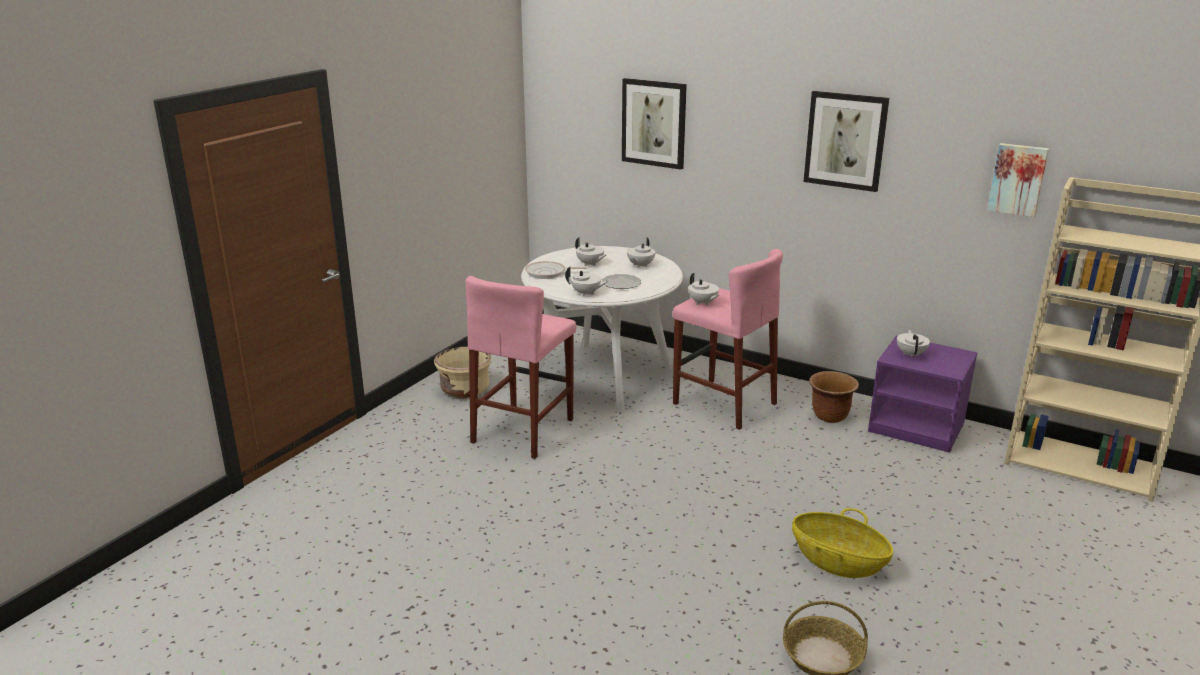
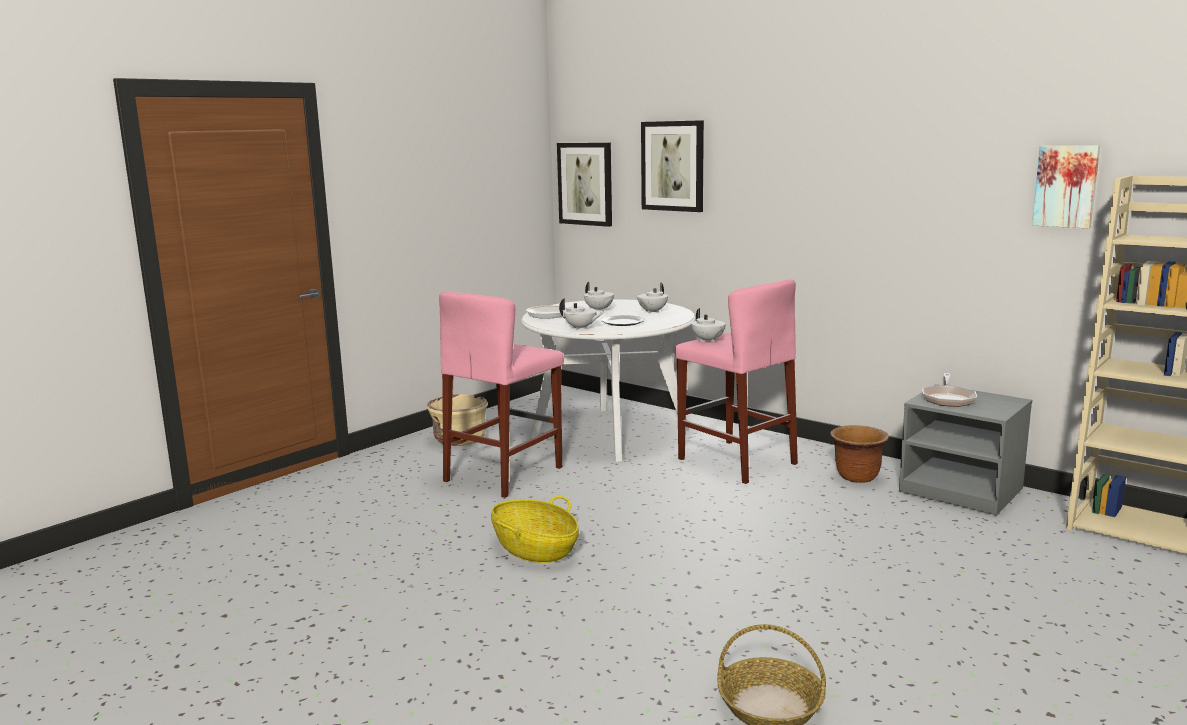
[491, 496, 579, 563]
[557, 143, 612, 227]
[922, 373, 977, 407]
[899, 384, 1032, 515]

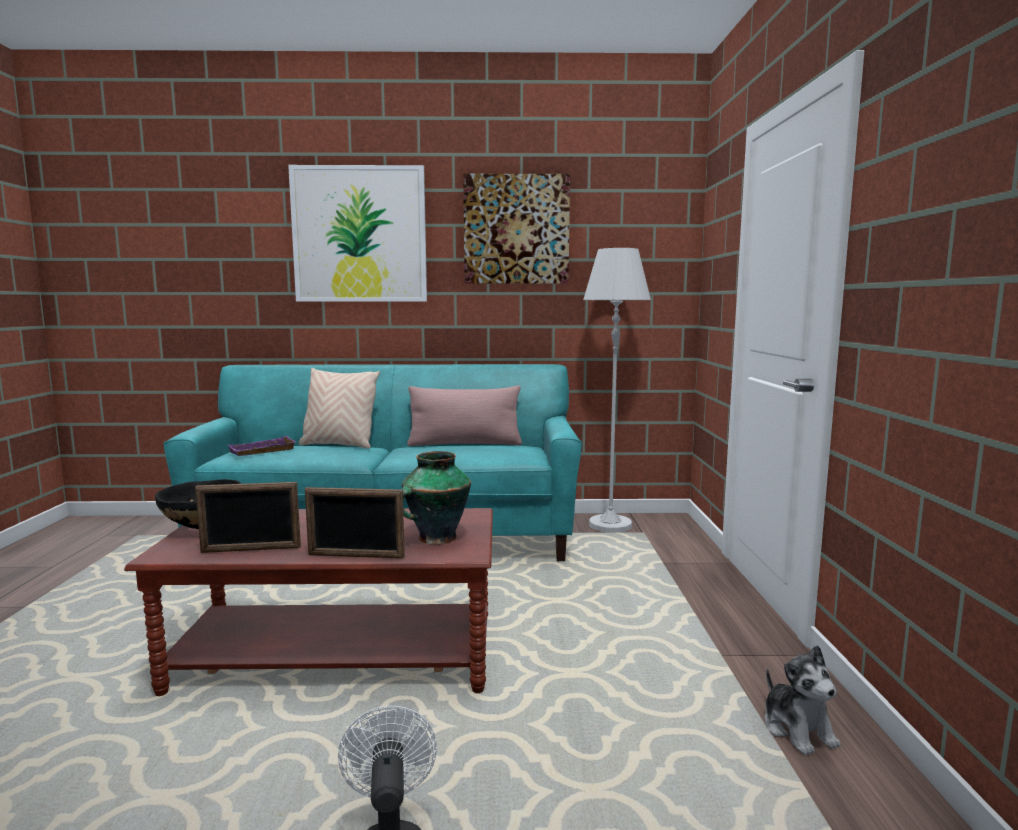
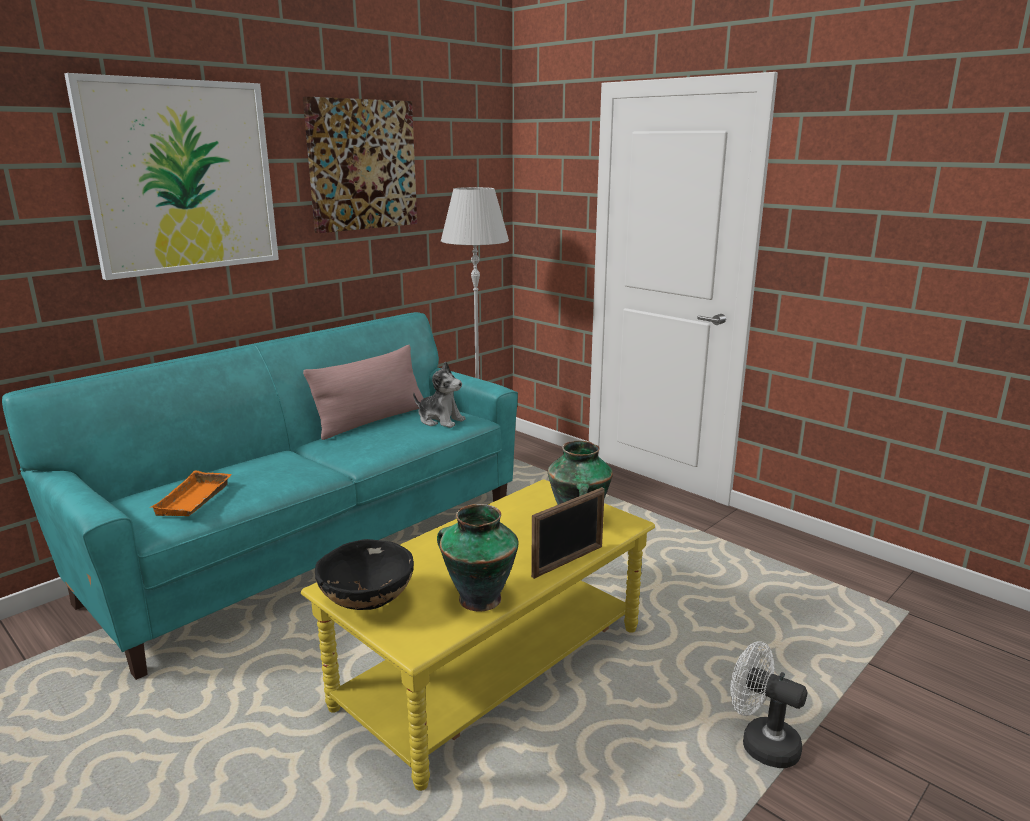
[299, 368, 380, 449] (first image)
[413, 362, 466, 428]
[437, 504, 519, 612]
[301, 479, 655, 791]
[150, 471, 232, 516]

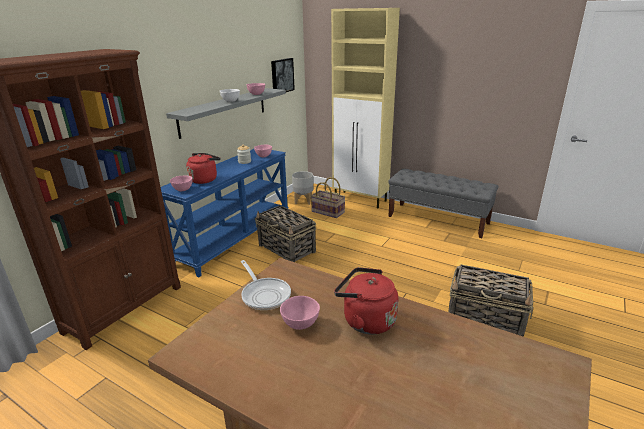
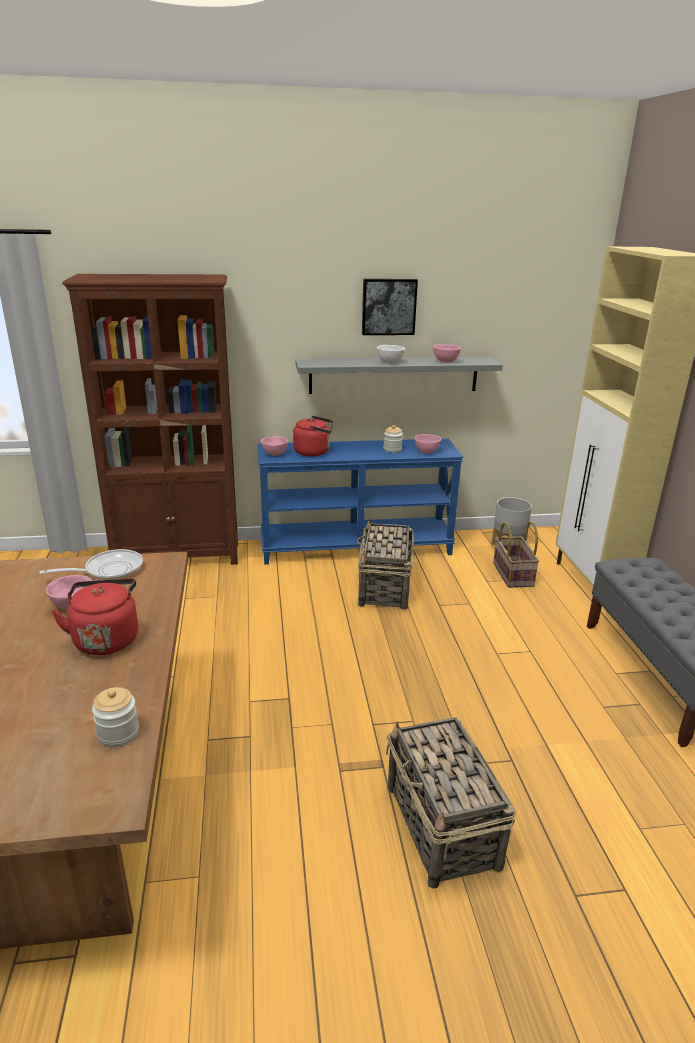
[92, 687, 139, 747]
[362, 279, 418, 335]
[39, 549, 143, 580]

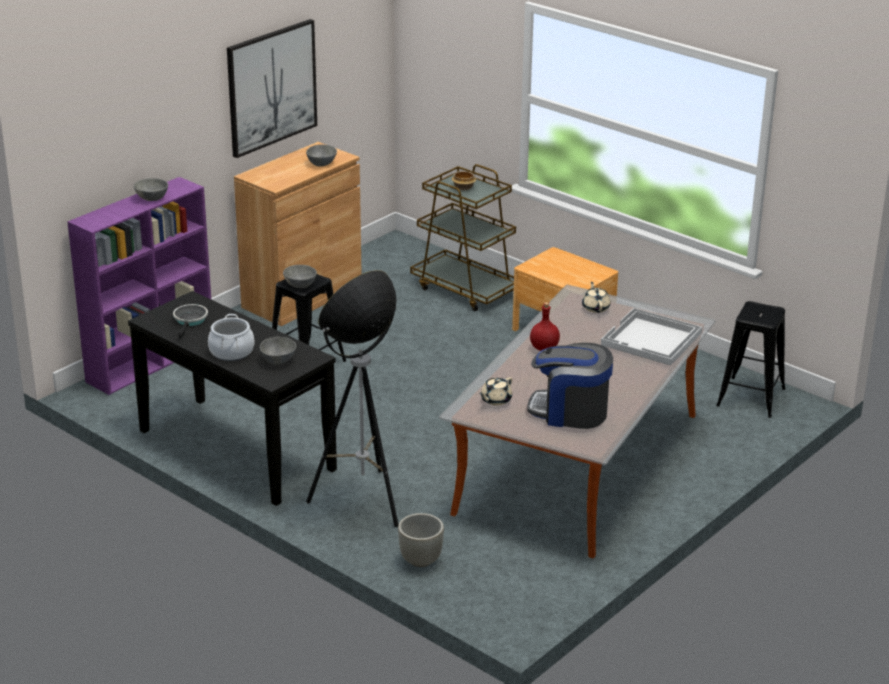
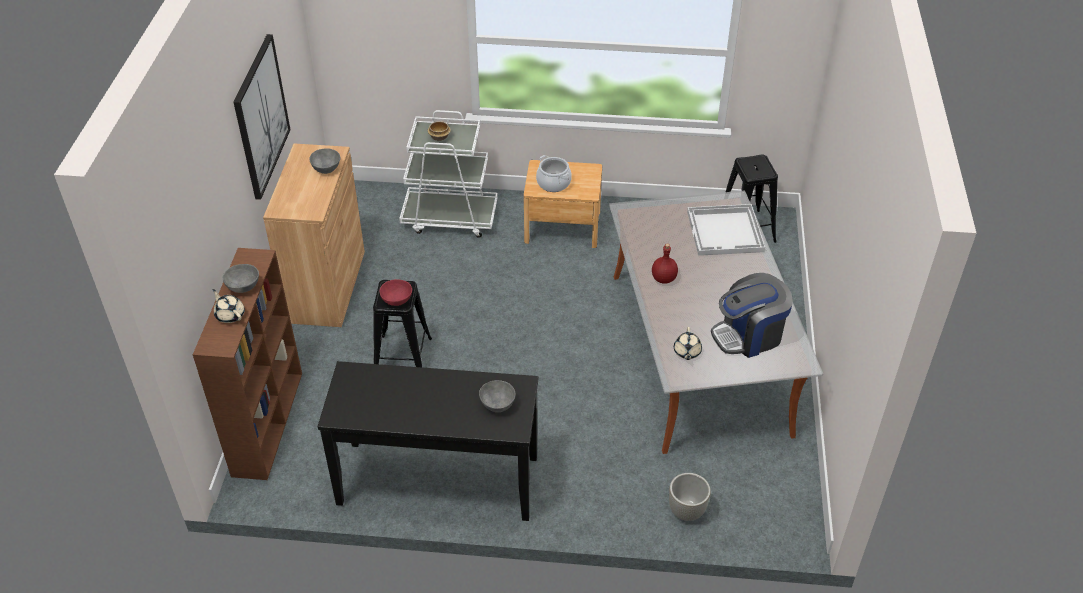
[173, 304, 208, 339] (first image)
[306, 270, 398, 527] (first image)
[536, 155, 572, 192]
[213, 289, 245, 323]
[193, 248, 302, 480]
[380, 279, 412, 306]
[399, 110, 498, 238]

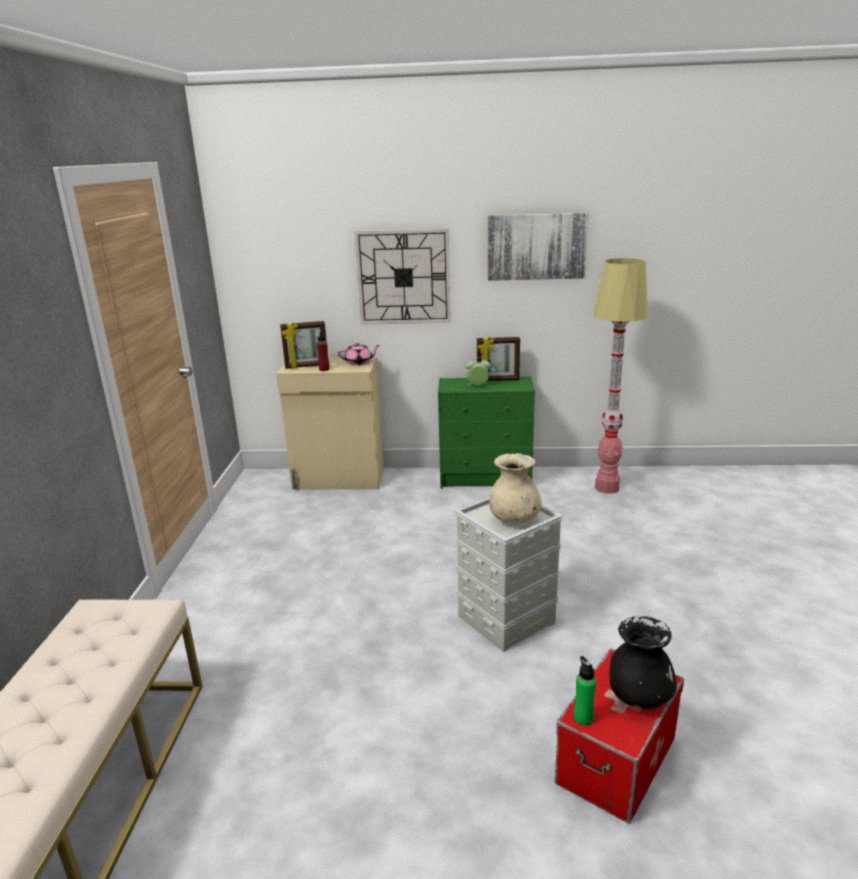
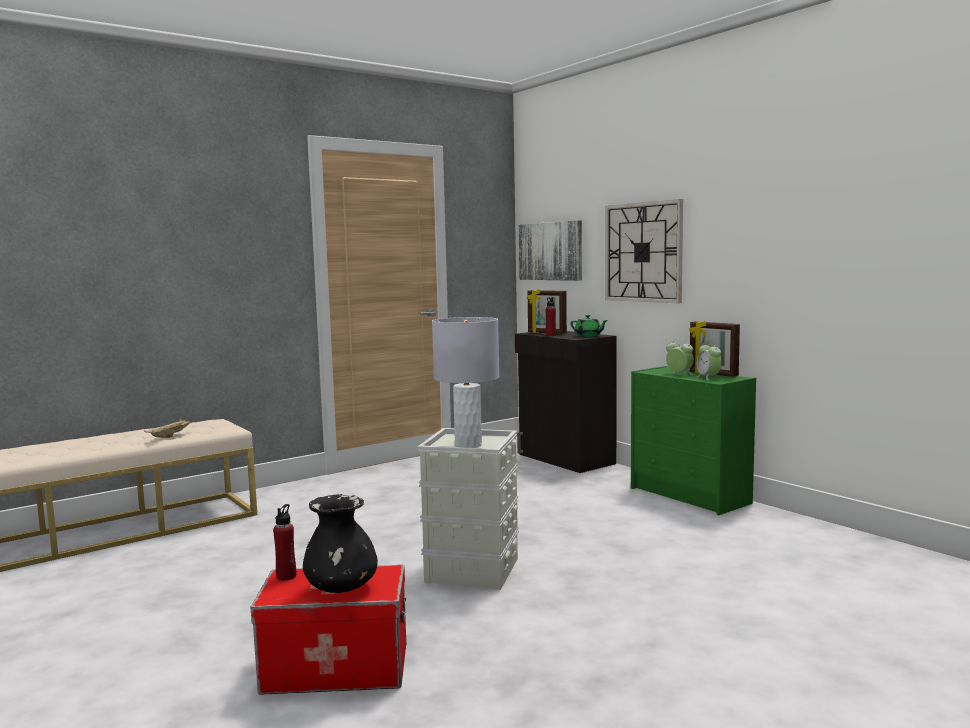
[593, 258, 648, 494] (first image)
[144, 419, 195, 438]
[697, 341, 721, 381]
[519, 220, 582, 281]
[432, 317, 499, 448]
[515, 331, 617, 473]
[570, 315, 608, 337]
[273, 504, 296, 581]

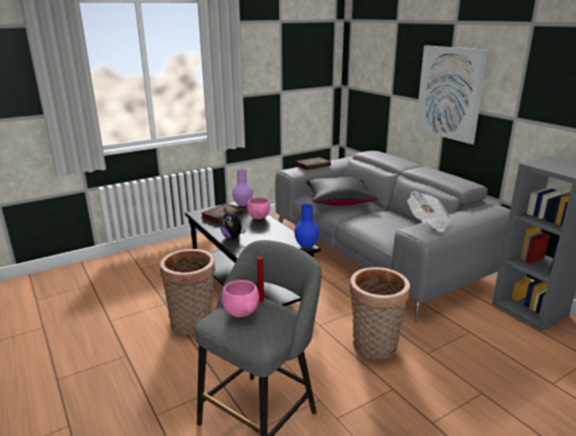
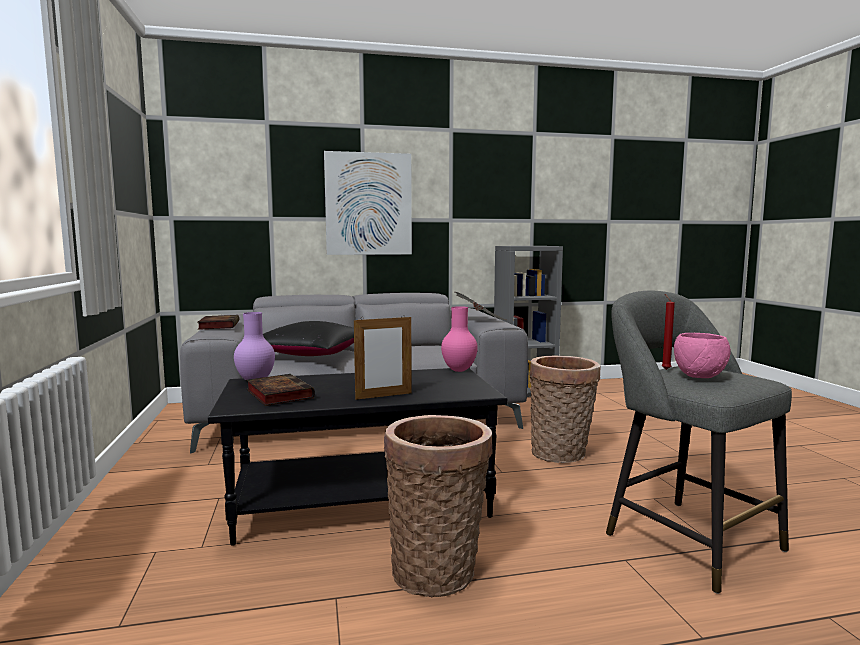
[247, 197, 270, 219] (first image)
[354, 315, 412, 400]
[441, 306, 478, 372]

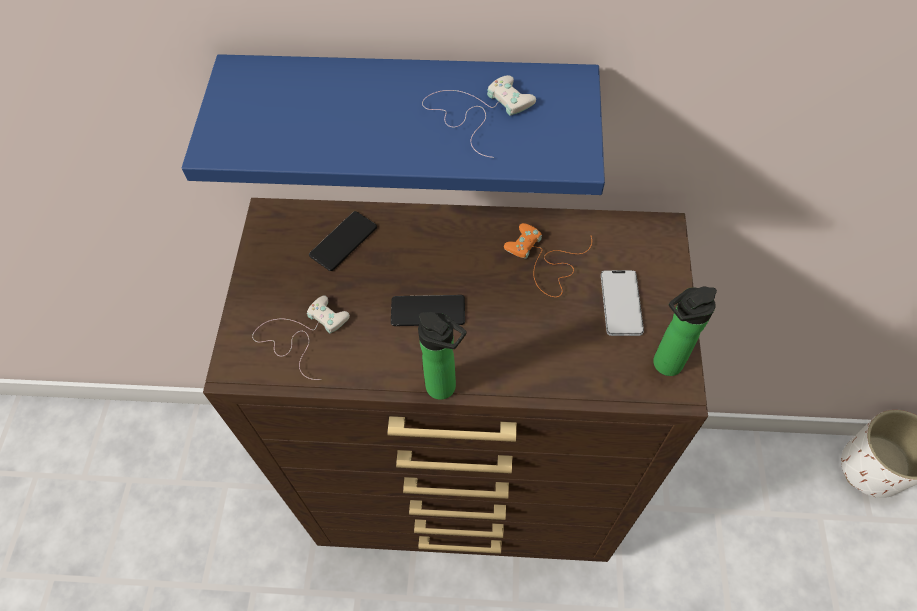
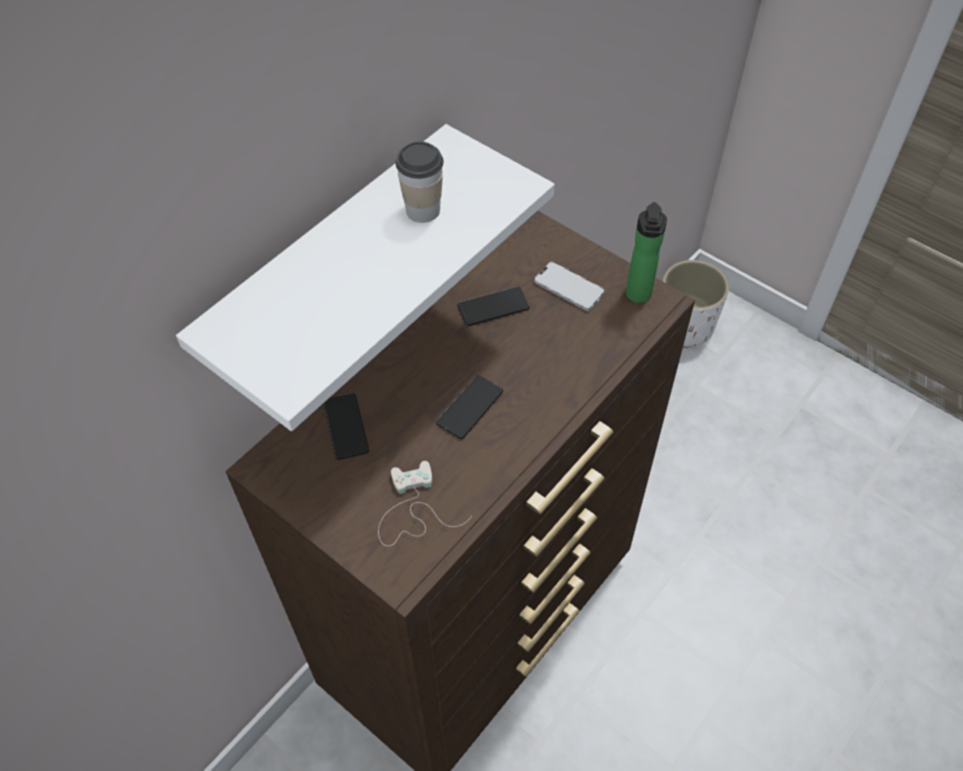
[418, 312, 467, 400] (first image)
[395, 141, 444, 223]
[457, 286, 530, 326]
[176, 124, 554, 431]

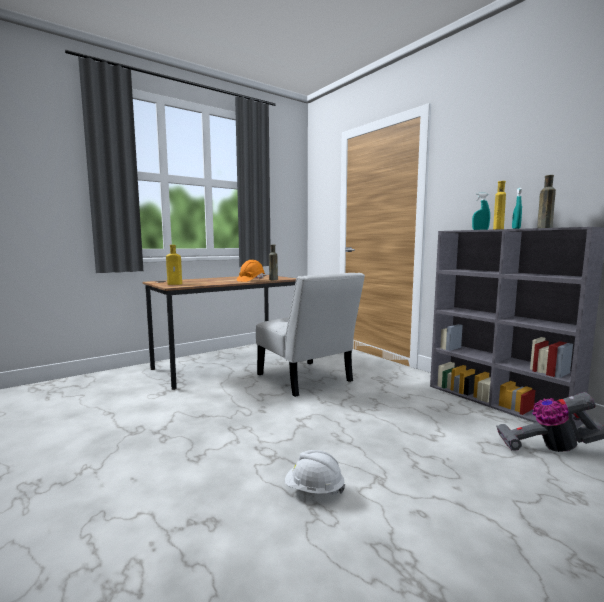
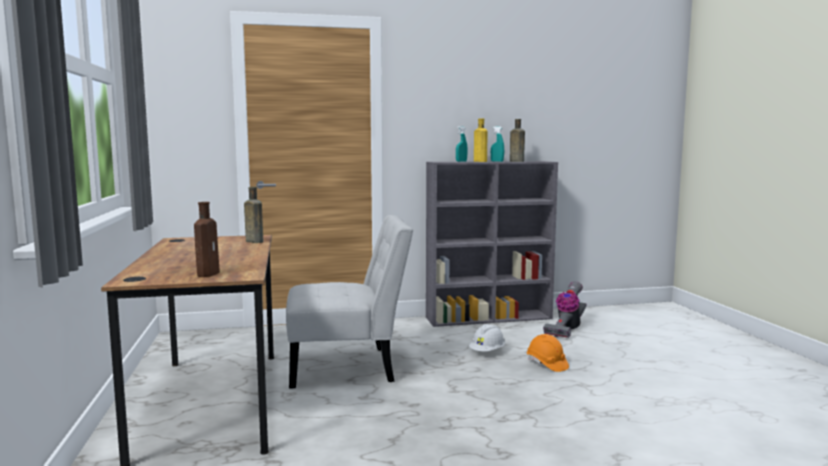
[527, 334, 569, 372]
[469, 324, 505, 352]
[194, 202, 220, 277]

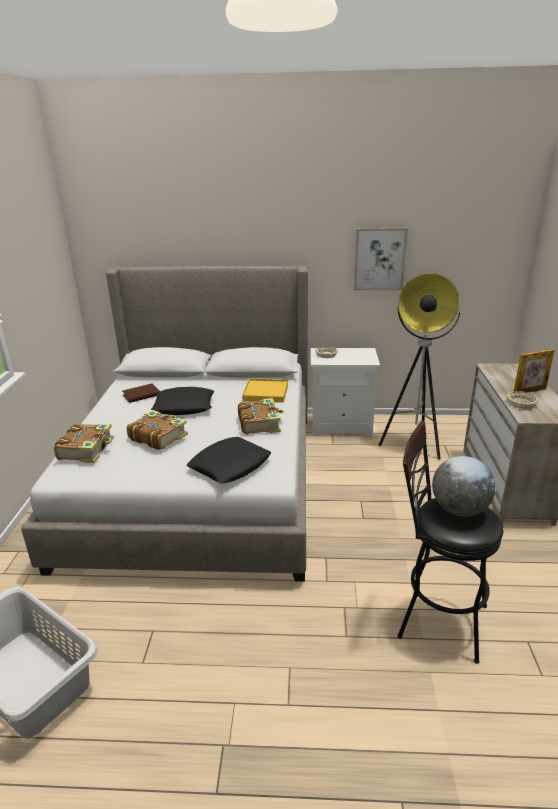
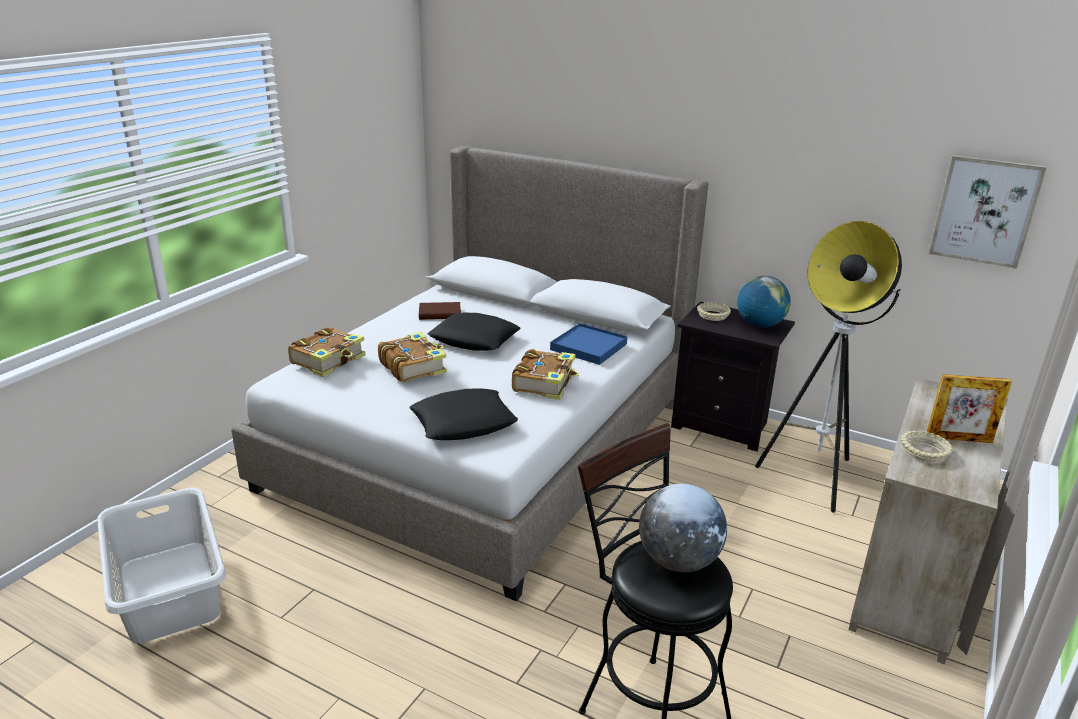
[737, 276, 791, 328]
[929, 155, 1047, 269]
[550, 323, 627, 365]
[671, 301, 795, 452]

